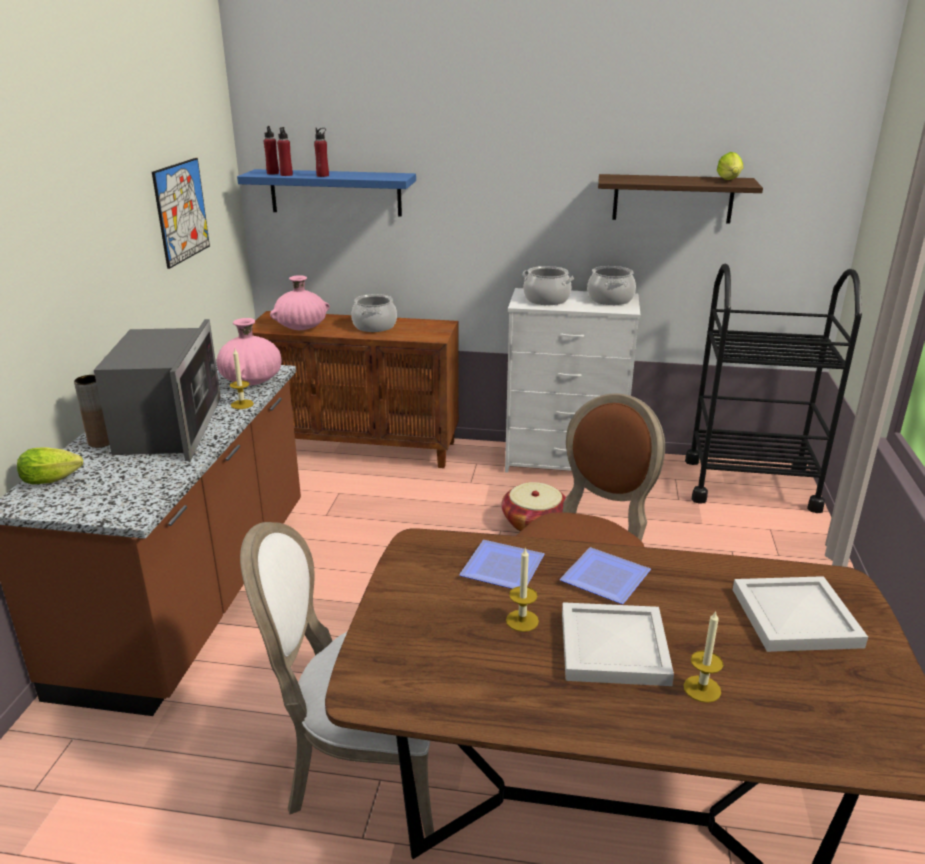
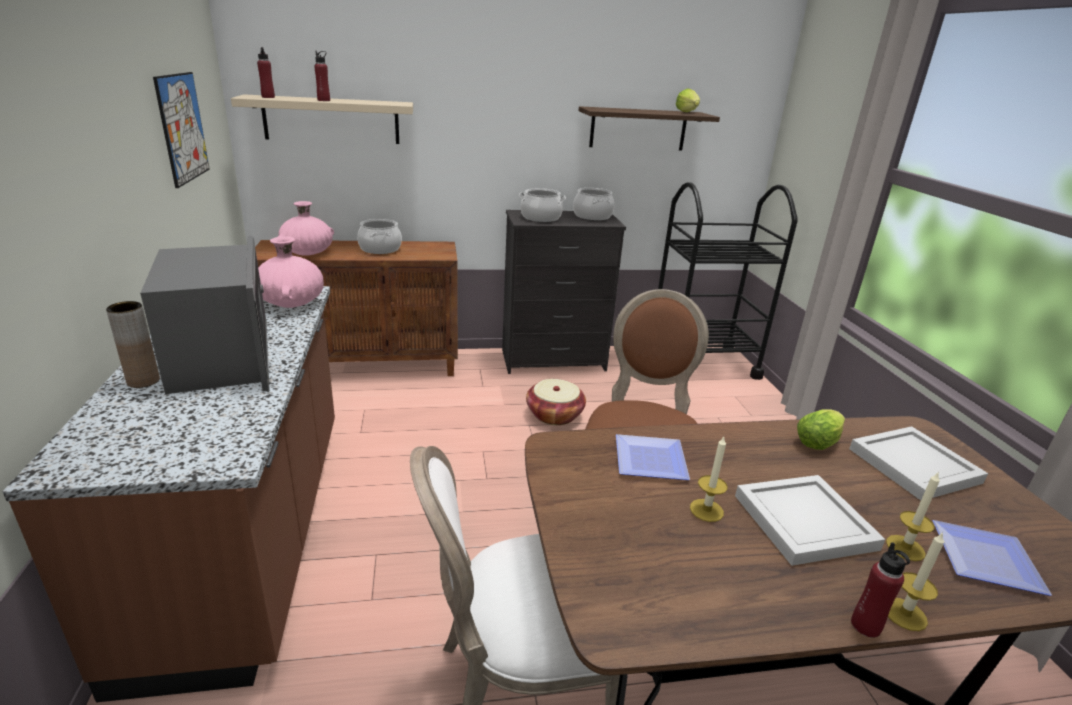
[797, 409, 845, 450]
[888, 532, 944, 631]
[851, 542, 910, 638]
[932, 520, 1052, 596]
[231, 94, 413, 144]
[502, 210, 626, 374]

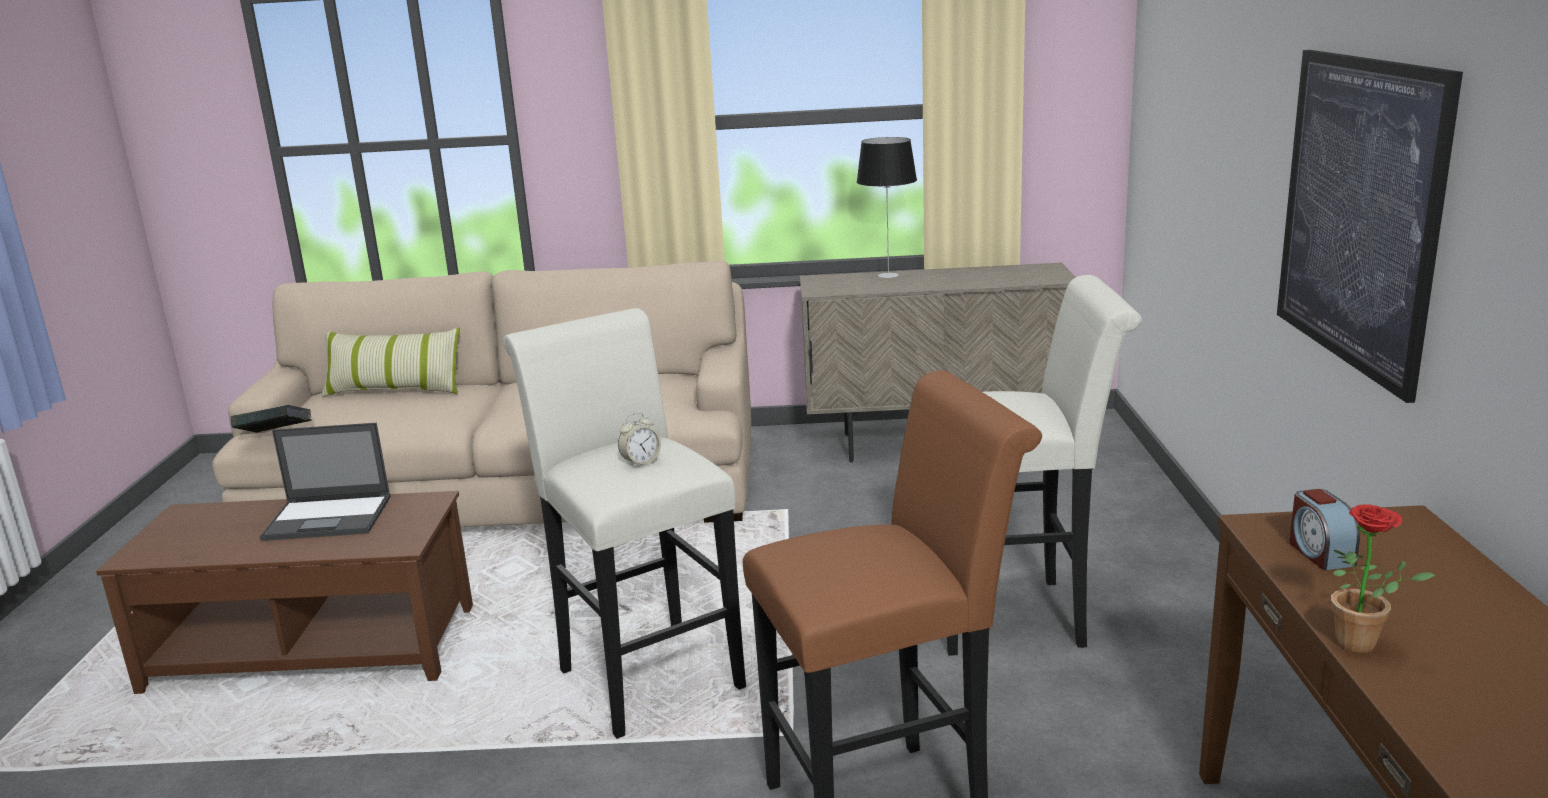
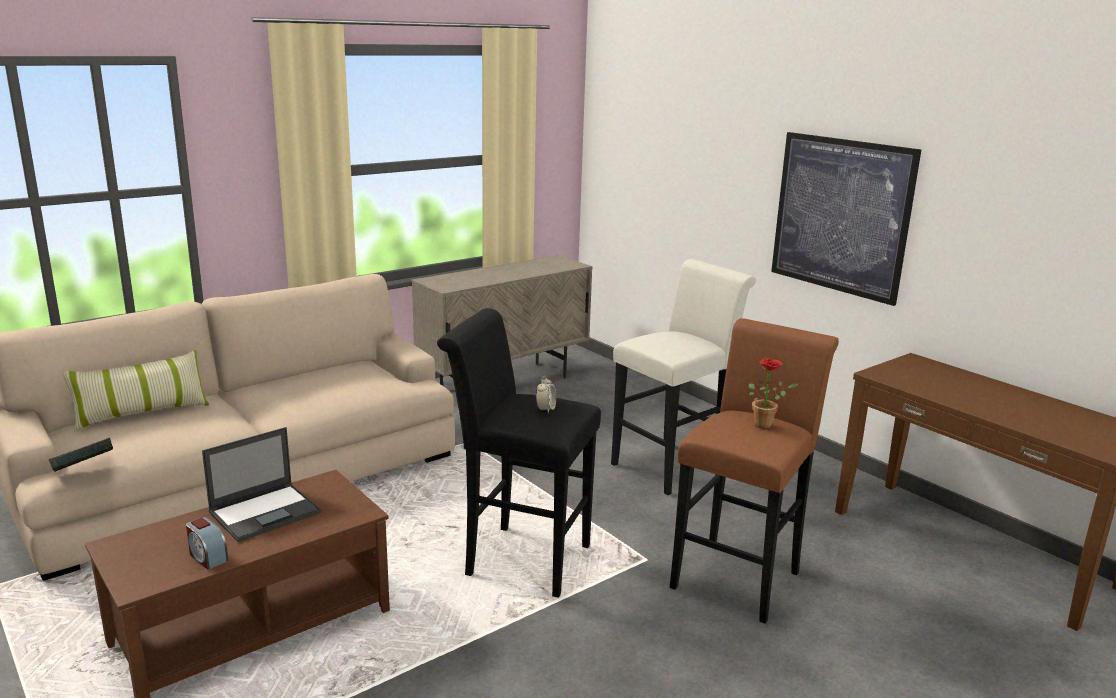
[857, 137, 917, 278] (first image)
[186, 517, 229, 570]
[749, 358, 798, 429]
[437, 308, 601, 598]

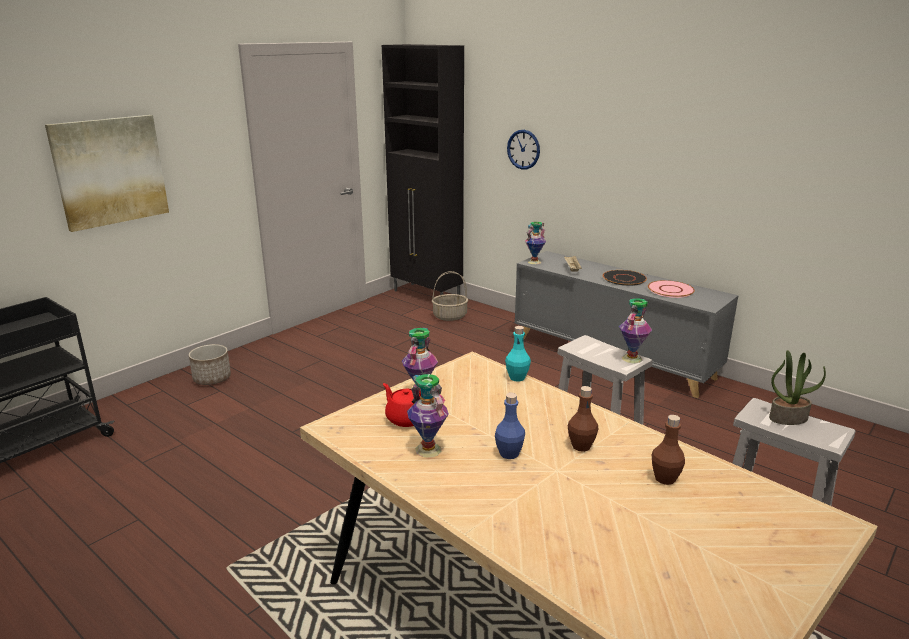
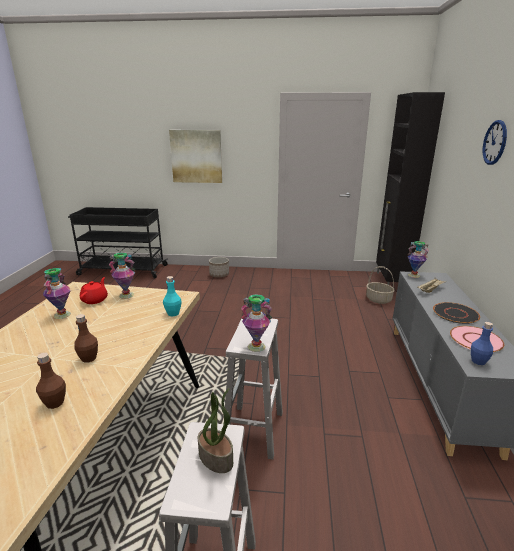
[471, 322, 493, 365]
[483, 120, 507, 165]

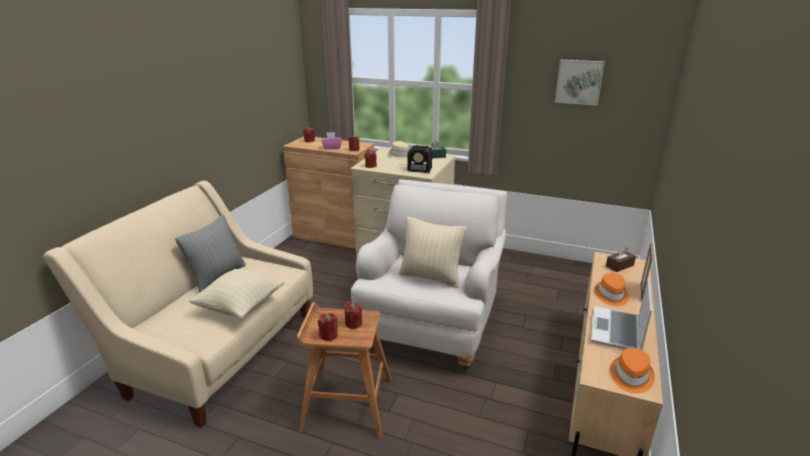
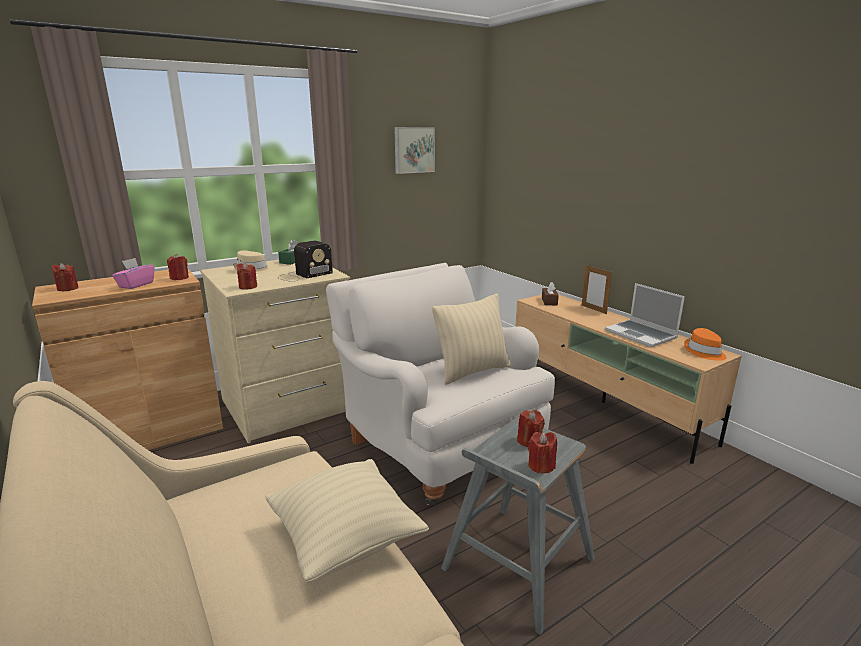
[175, 215, 246, 293] (first image)
[594, 273, 629, 306] (first image)
[441, 418, 595, 635]

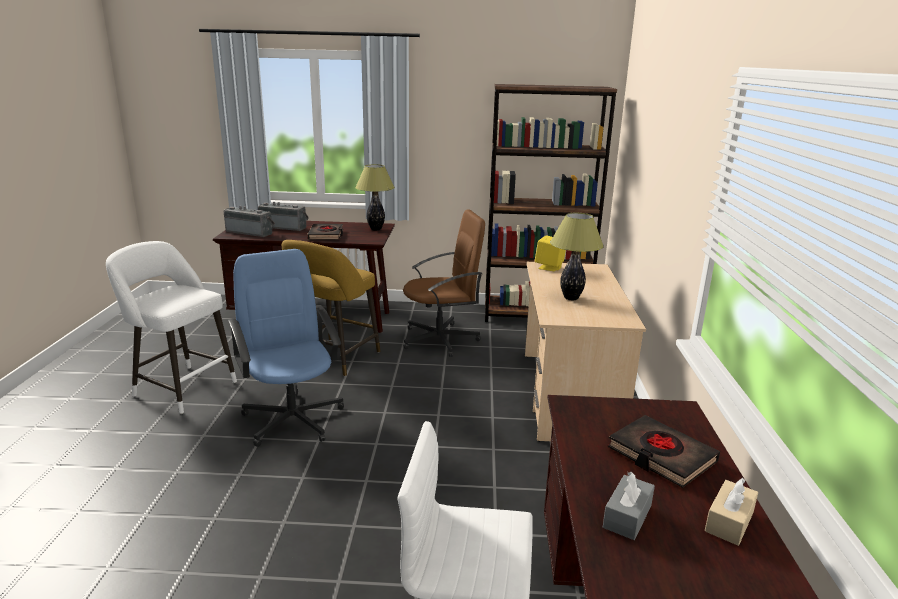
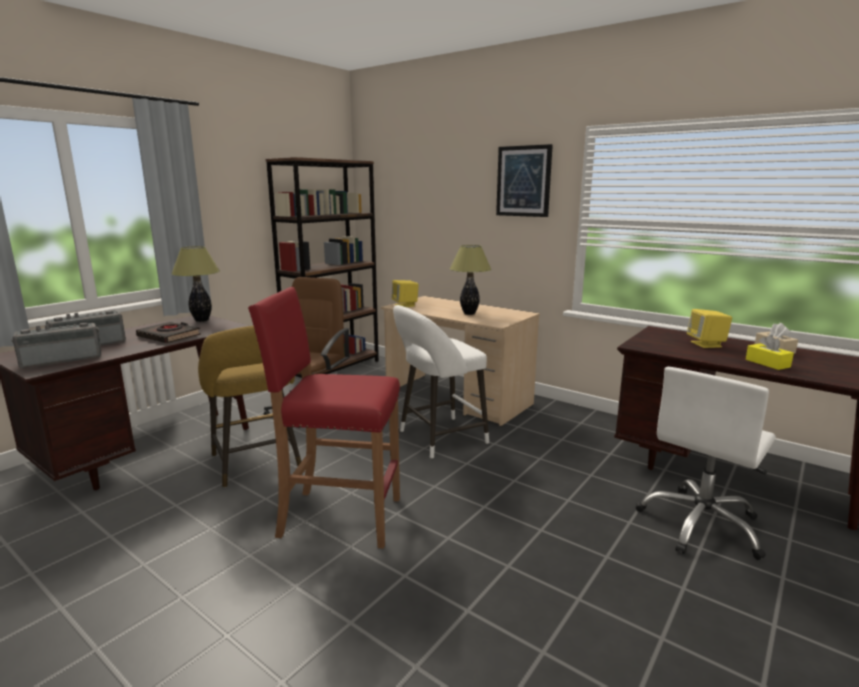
[496, 144, 553, 217]
[393, 305, 489, 459]
[248, 287, 400, 549]
[687, 309, 732, 348]
[746, 335, 794, 370]

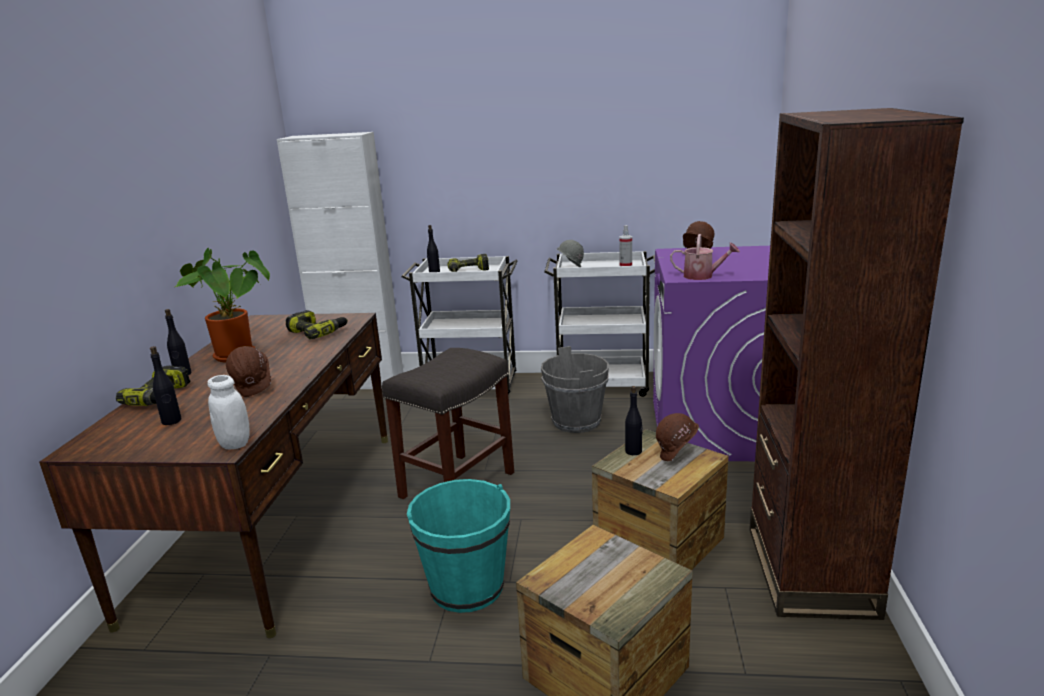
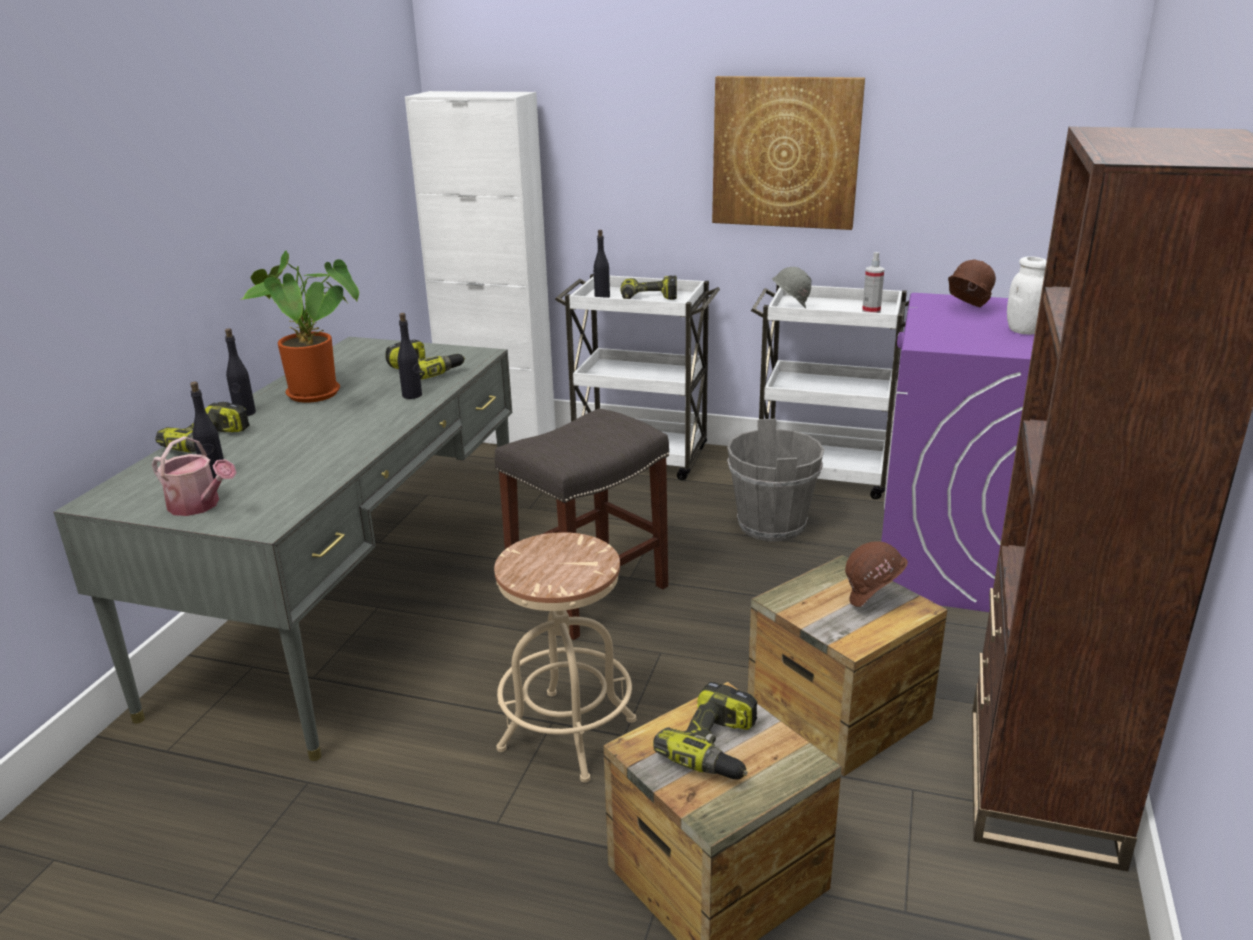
[226, 346, 271, 397] (first image)
[653, 682, 757, 779]
[712, 76, 865, 230]
[1007, 256, 1047, 335]
[398, 313, 422, 399]
[151, 436, 236, 516]
[494, 532, 636, 783]
[53, 337, 512, 761]

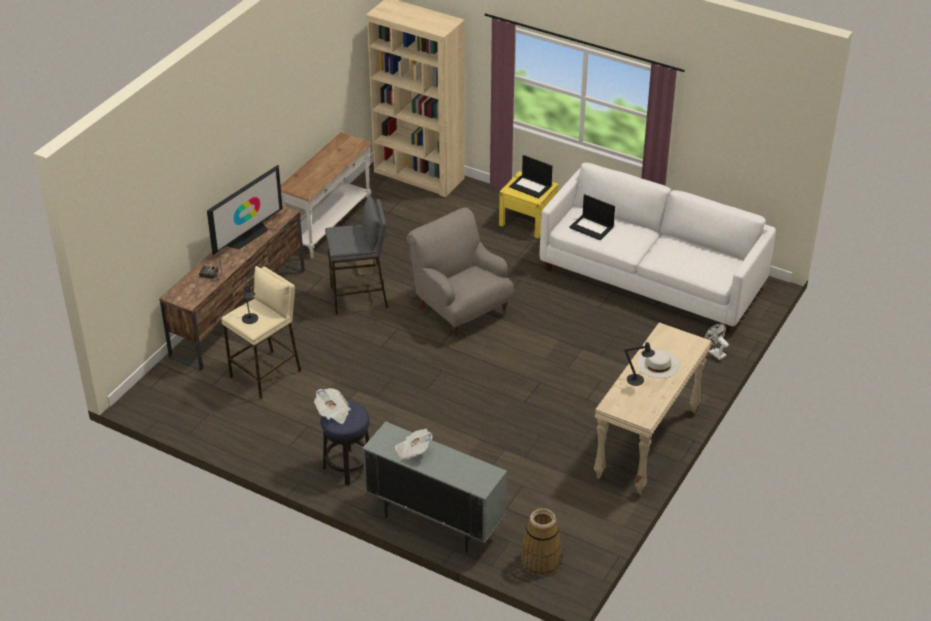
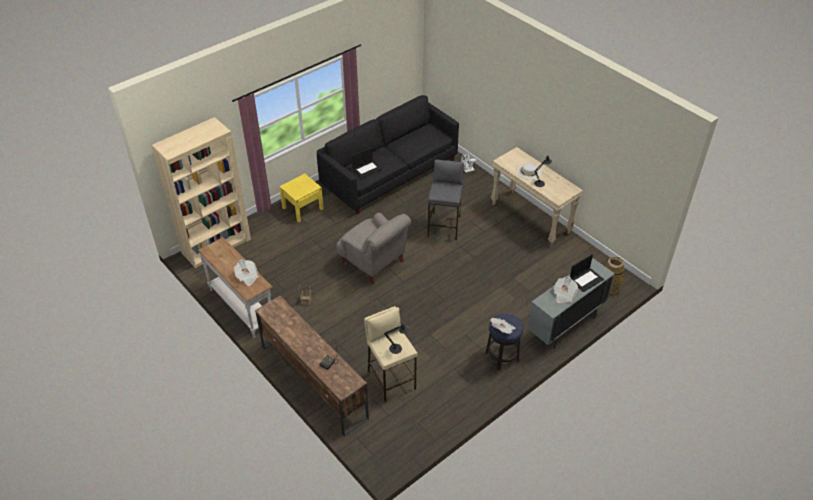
[207, 165, 283, 255] (first image)
[234, 259, 259, 286]
[428, 160, 464, 240]
[570, 254, 604, 292]
[317, 95, 459, 214]
[336, 213, 411, 285]

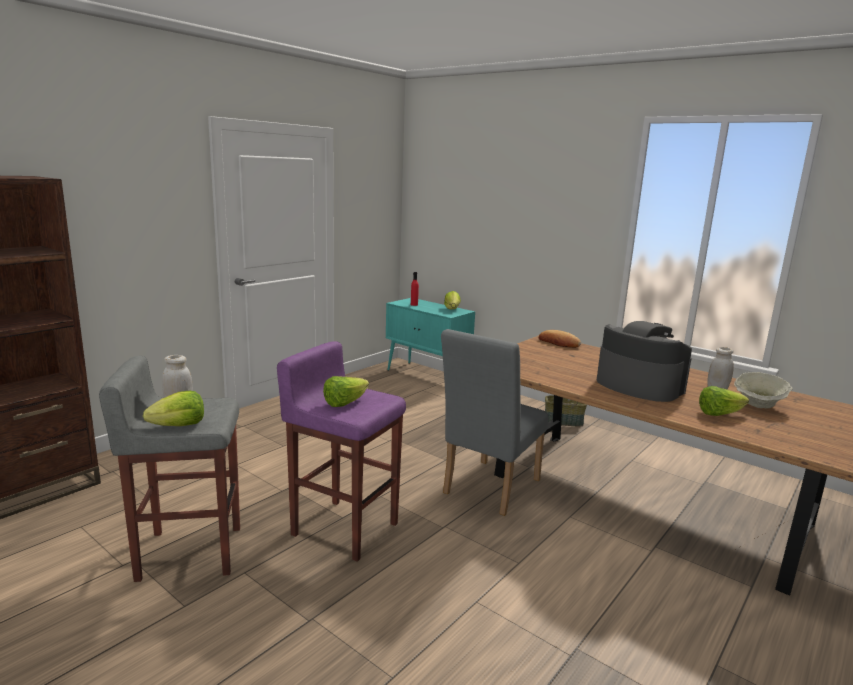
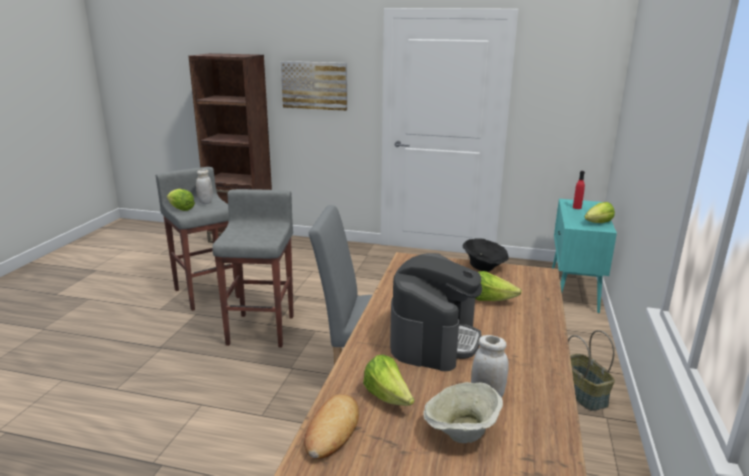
[281, 61, 347, 111]
[463, 239, 509, 272]
[475, 271, 522, 301]
[304, 394, 359, 459]
[212, 189, 294, 348]

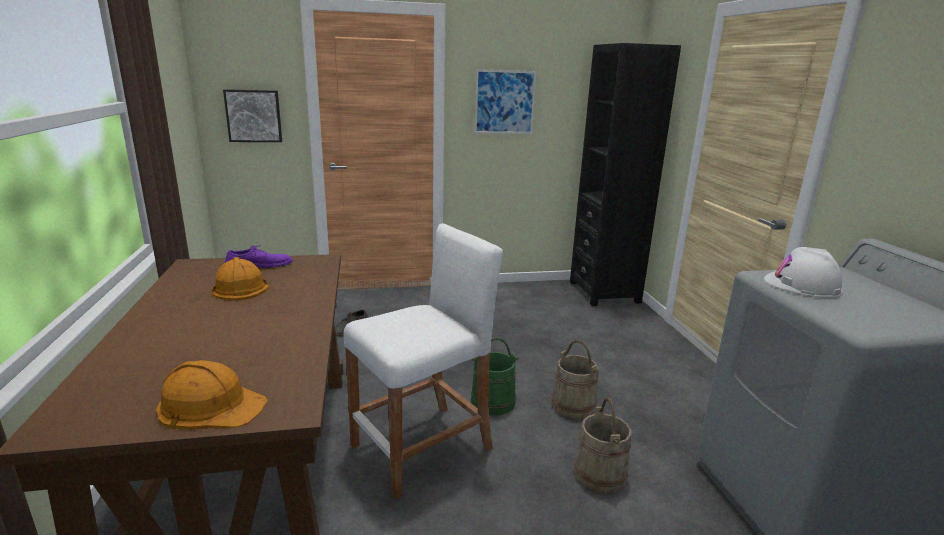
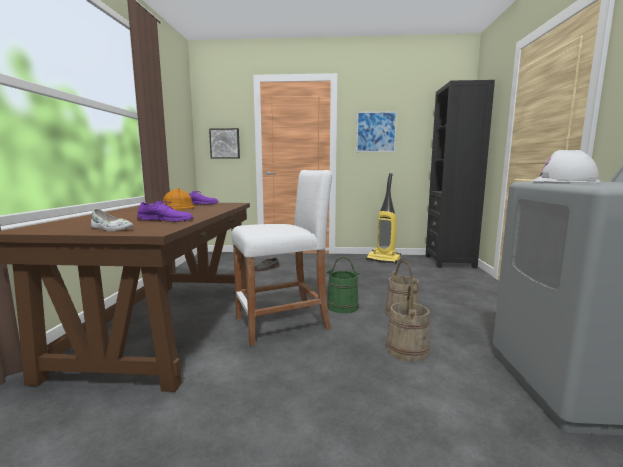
[137, 201, 194, 222]
[366, 173, 401, 264]
[91, 209, 133, 231]

